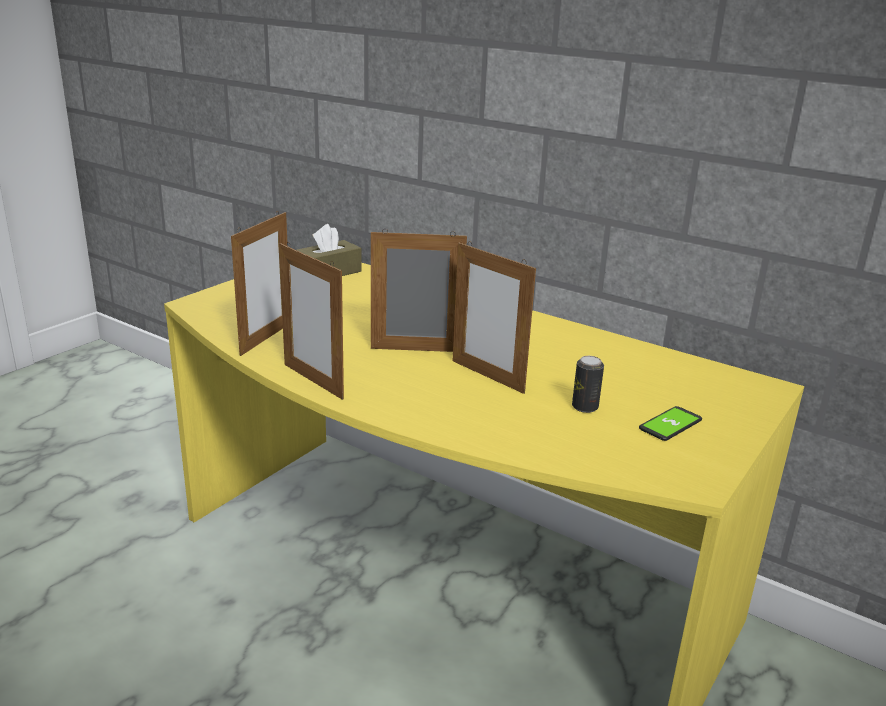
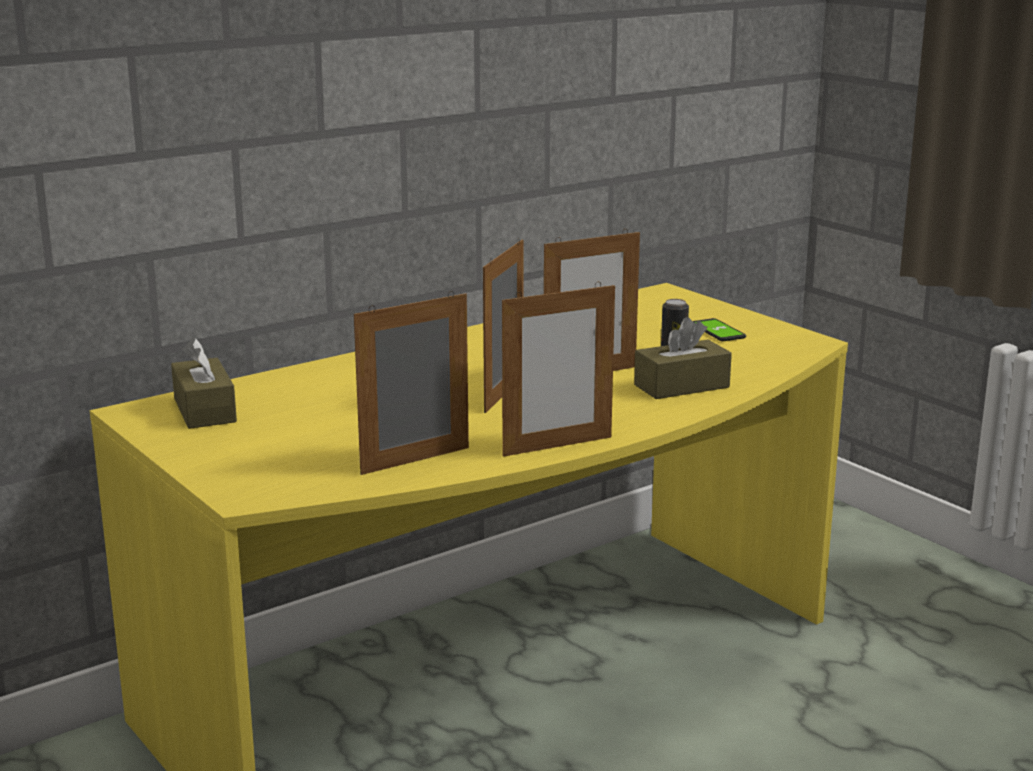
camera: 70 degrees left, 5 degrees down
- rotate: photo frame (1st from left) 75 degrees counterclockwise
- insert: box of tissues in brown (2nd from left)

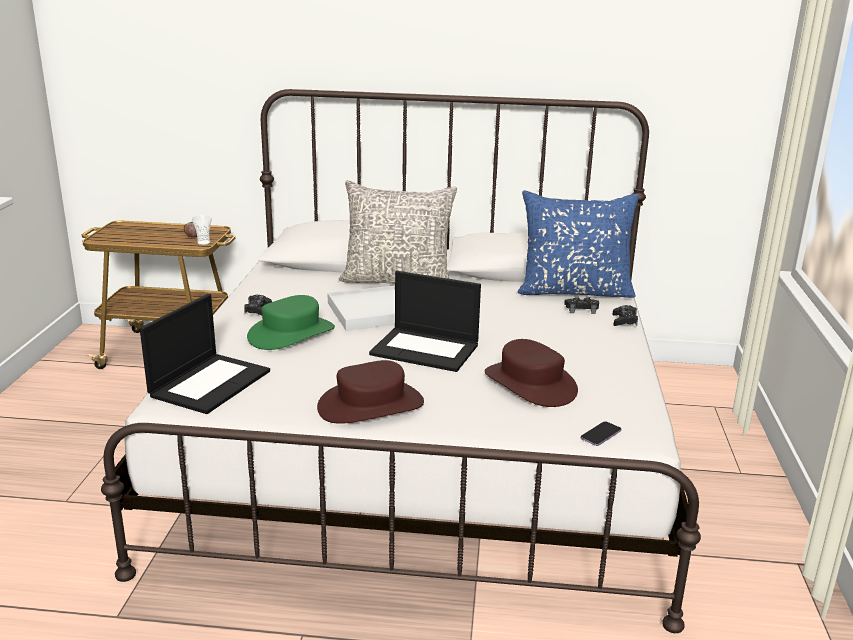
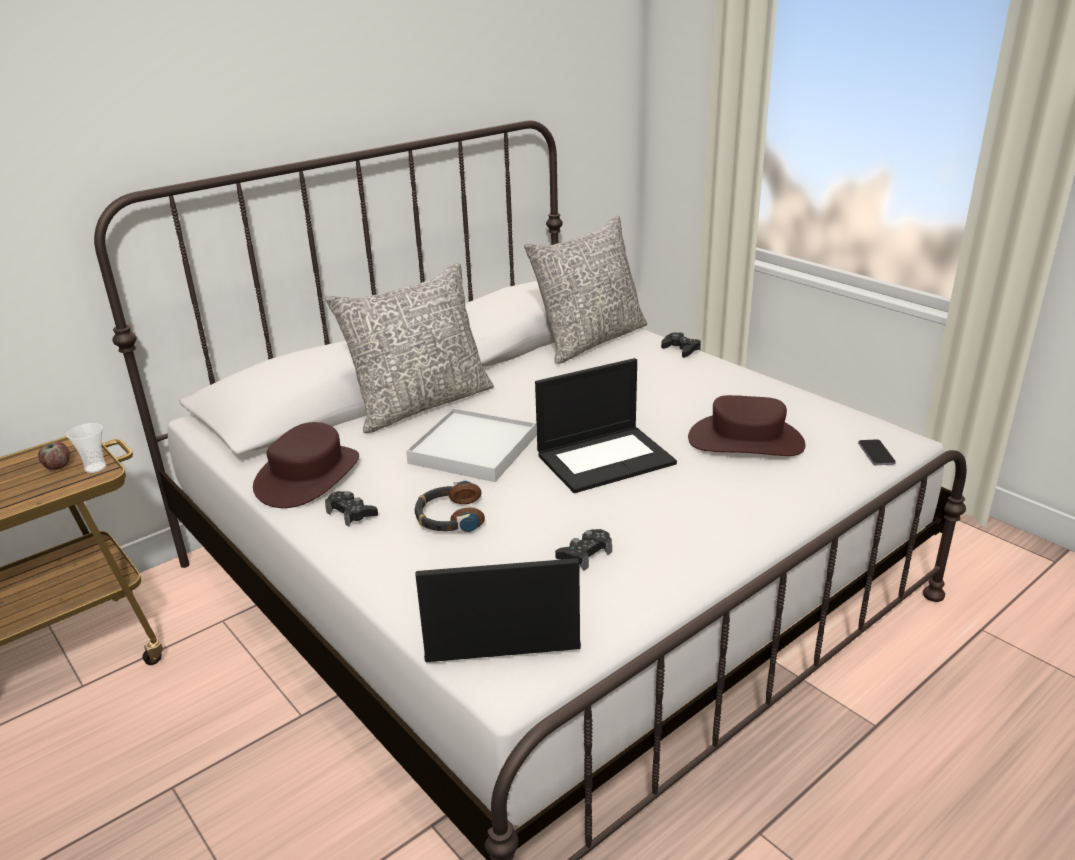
camera: 45 degrees left, 5 degrees up
- rotate: notebook computer (1st from left) 75 degrees counterclockwise
- replace: clothing hat in green to headset
- move: clothing hat in brown (1st from left)
- recolor: pillow in blue to pillow in grey (2nd from left)
- move: game controller in black (2nd from left)

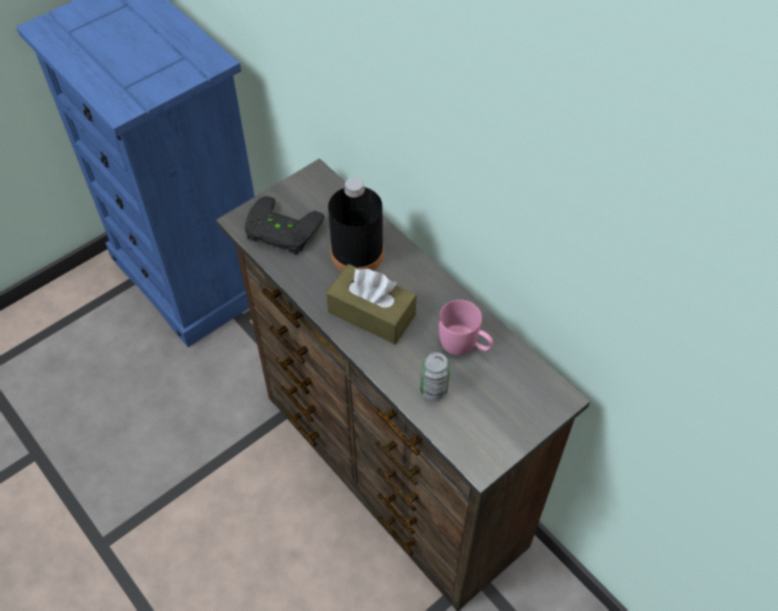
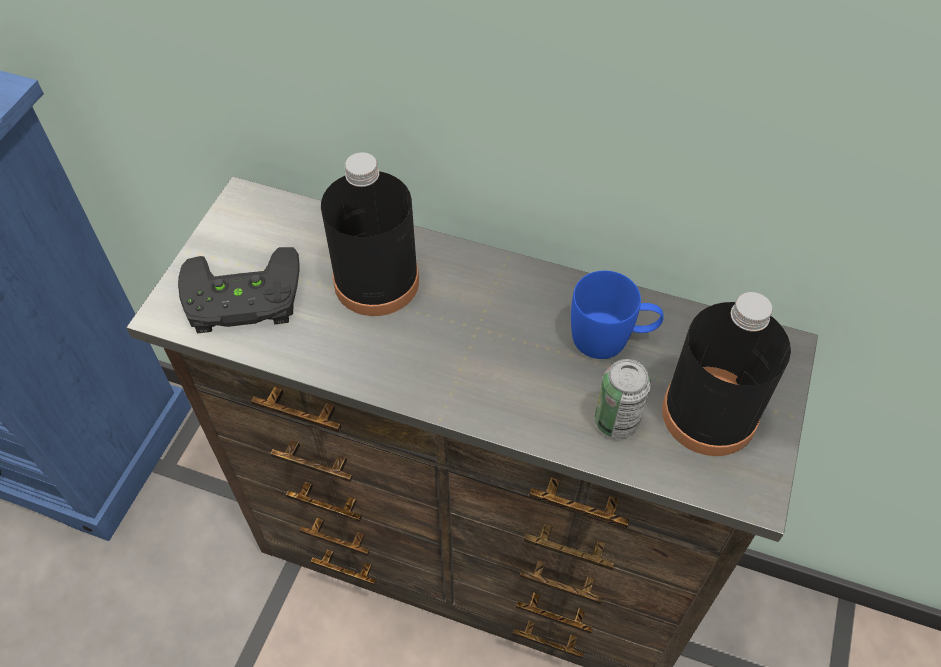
camera: 30 degrees left, 0 degrees up
- delete: box of tissues in brown
- recolor: coffee mug in pink to coffee mug in blue
- insert: bottle in black (2nd from left)

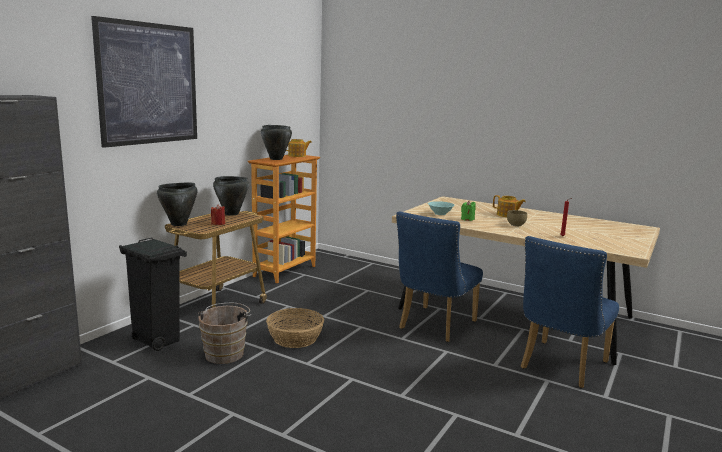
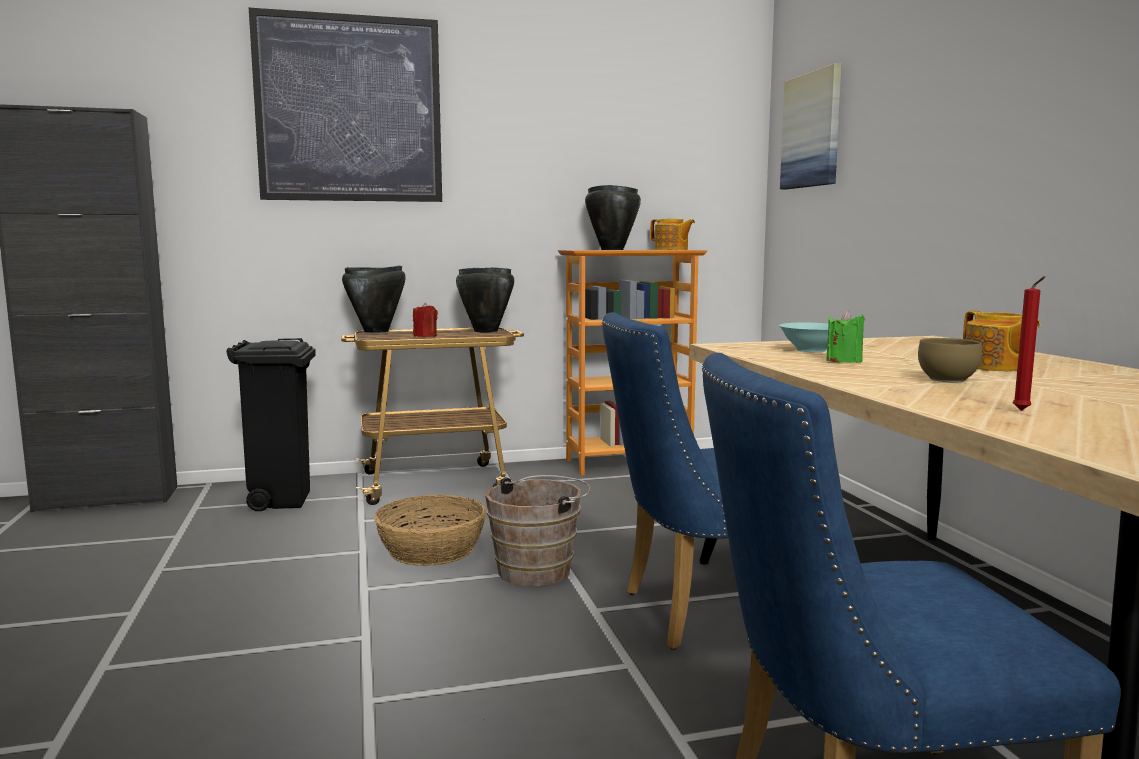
camera: 45 degrees right, 5 degrees down
- move: bucket in brown
- insert: wall art (2nd from left)

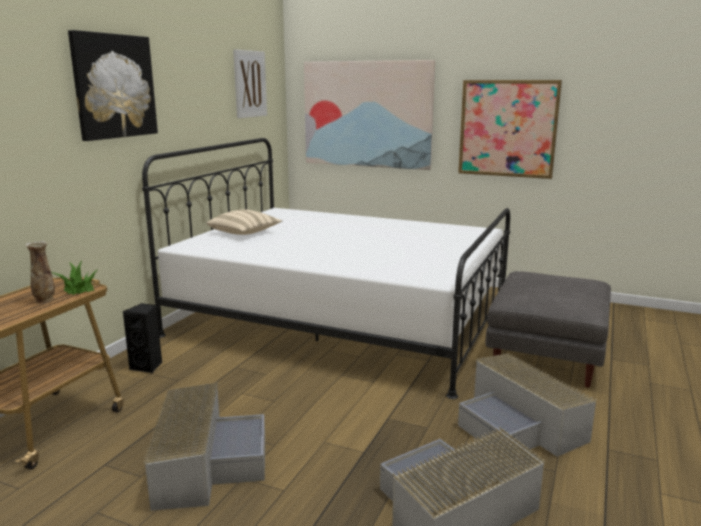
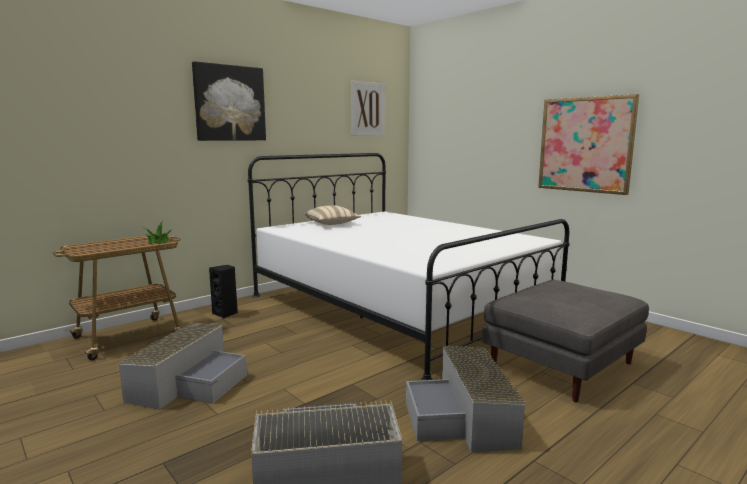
camera: 25 degrees right, 5 degrees down
- delete: vase
- delete: wall art (3rd from left)

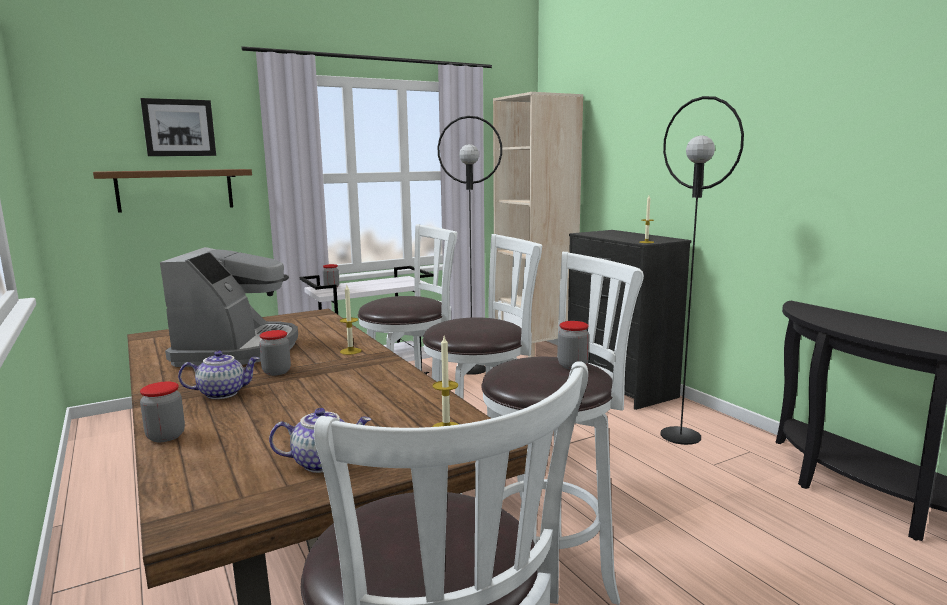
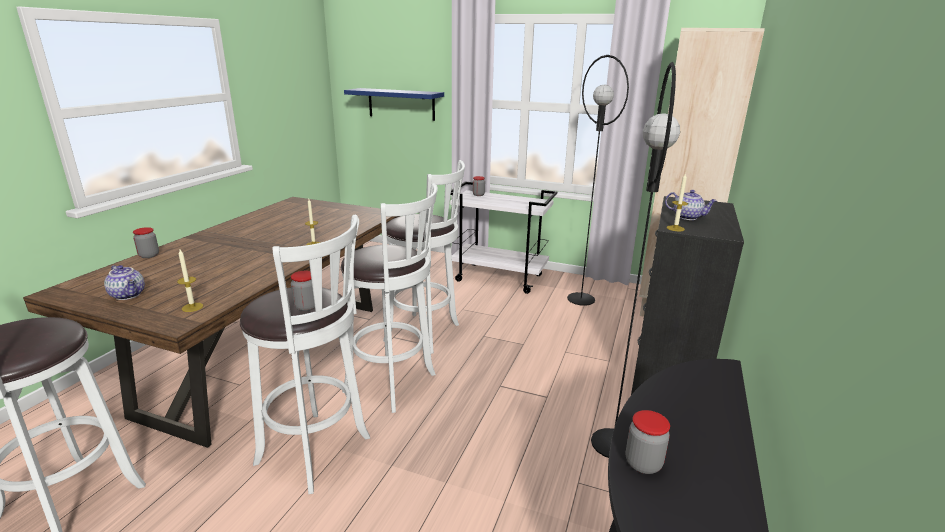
camera: 50 degrees right, 10 degrees up
- recolor: wall shelf in brown to wall shelf in blue
- delete: wall art
- delete: coffee maker
- move: tea pot (1st from left in the first image) to tea pot (2nd from left)
- move: jar (2nd from left in the first image) to jar (4th from left)

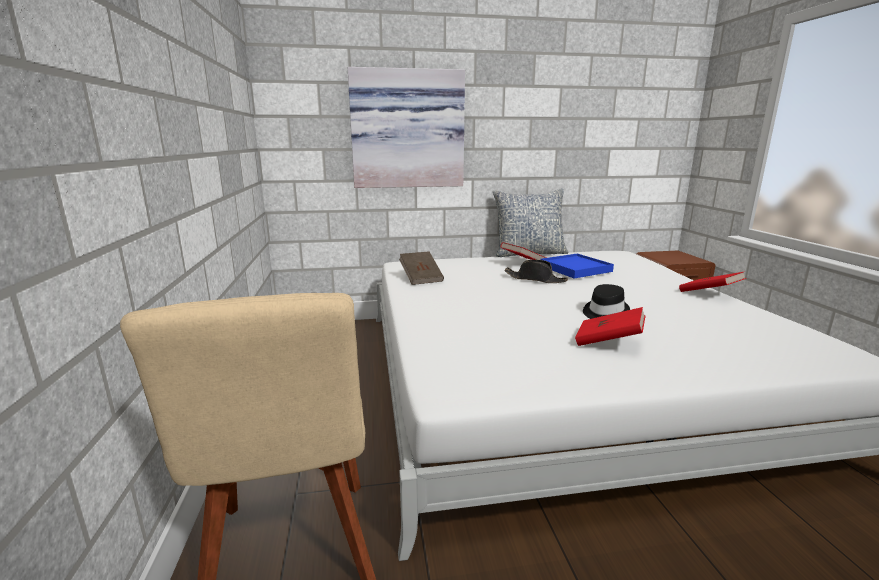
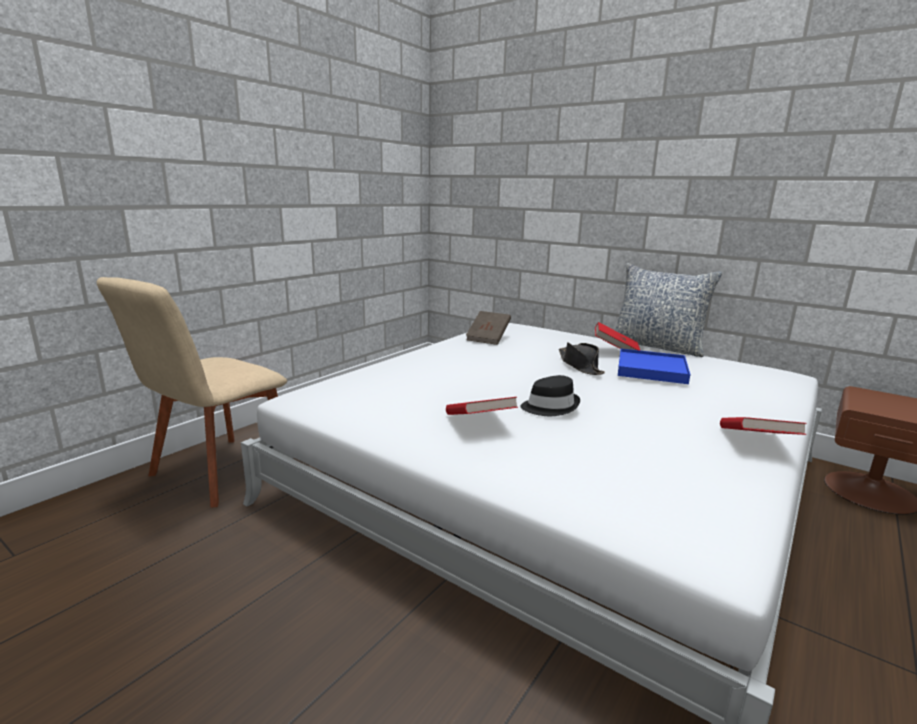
camera: 45 degrees right, 0 degrees up
- delete: wall art

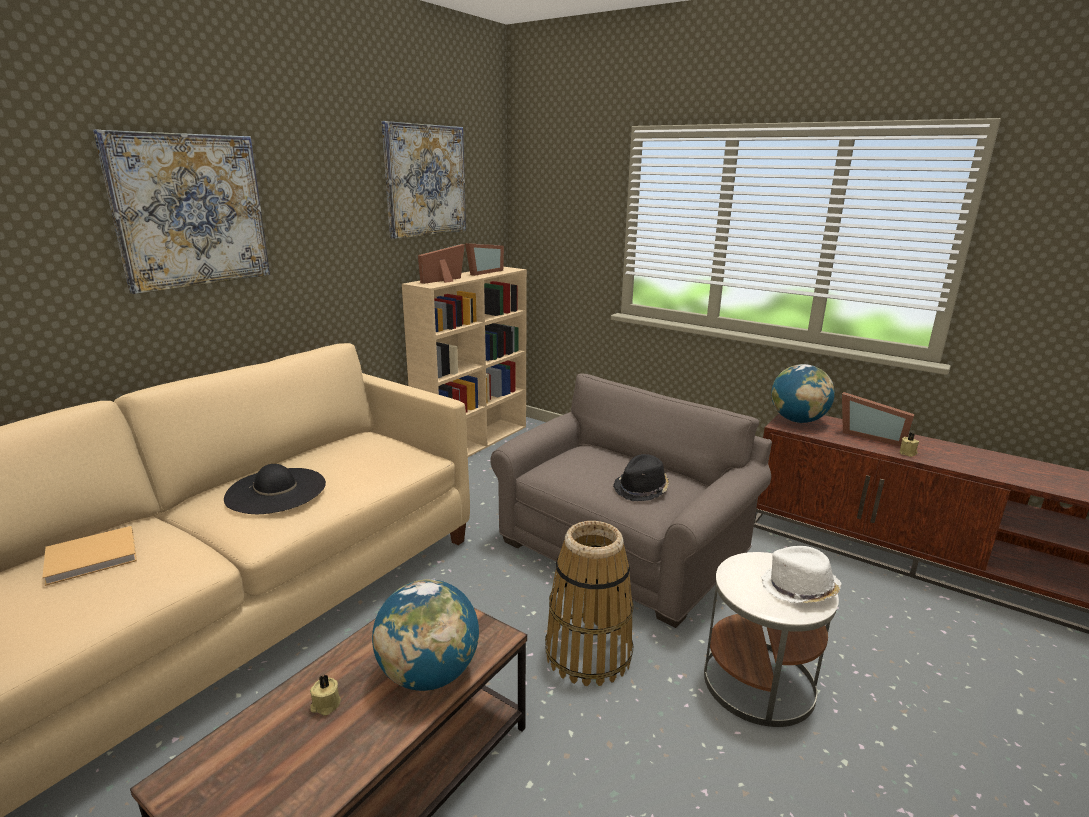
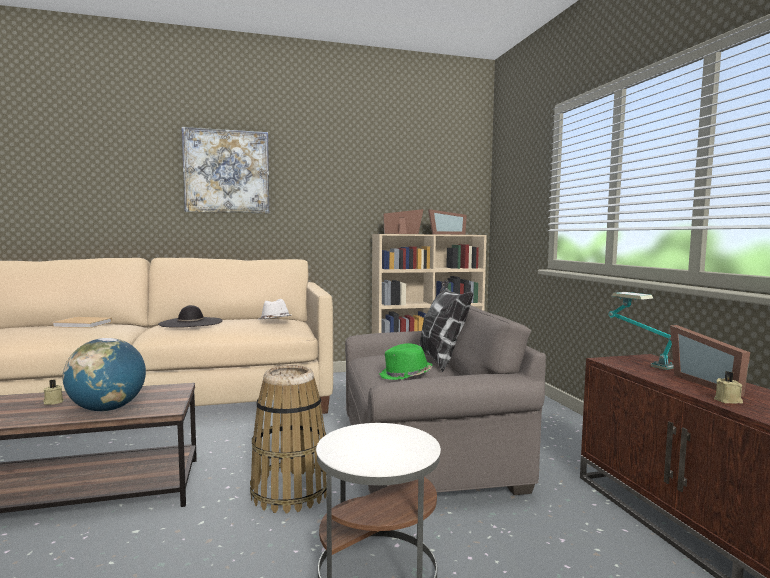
camera: 40 degrees right, 15 degrees down
- delete: wall art (2nd from left)
- recolor: clothing hat in black (2nd from left) to clothing hat in green
- move: clothing hat in white-coloured
- replace: globe (2nd from left) to tabletop lamp
- insert: pillow

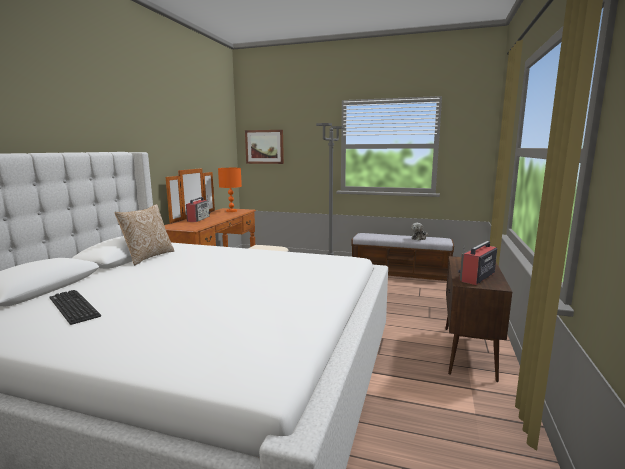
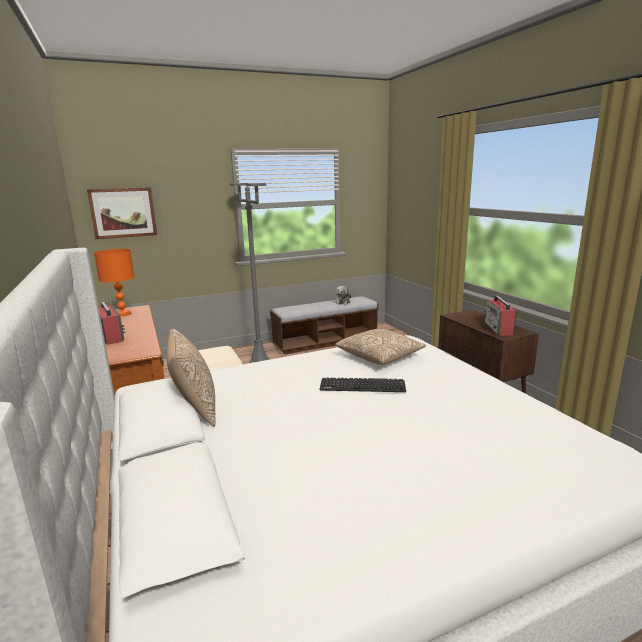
camera: 40 degrees left, 5 degrees up
- move: PC keyboard
- insert: pillow (2nd from left)

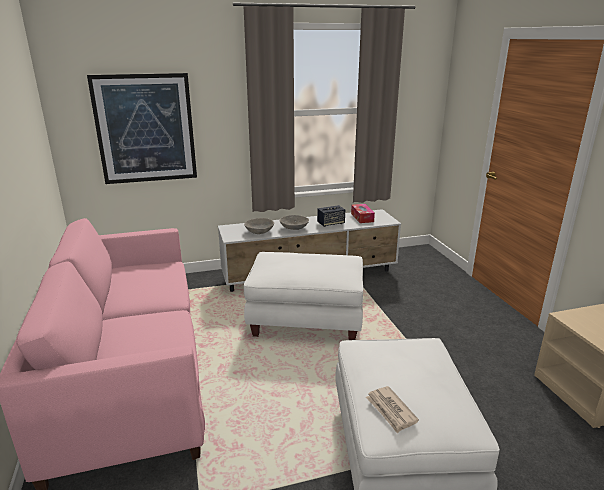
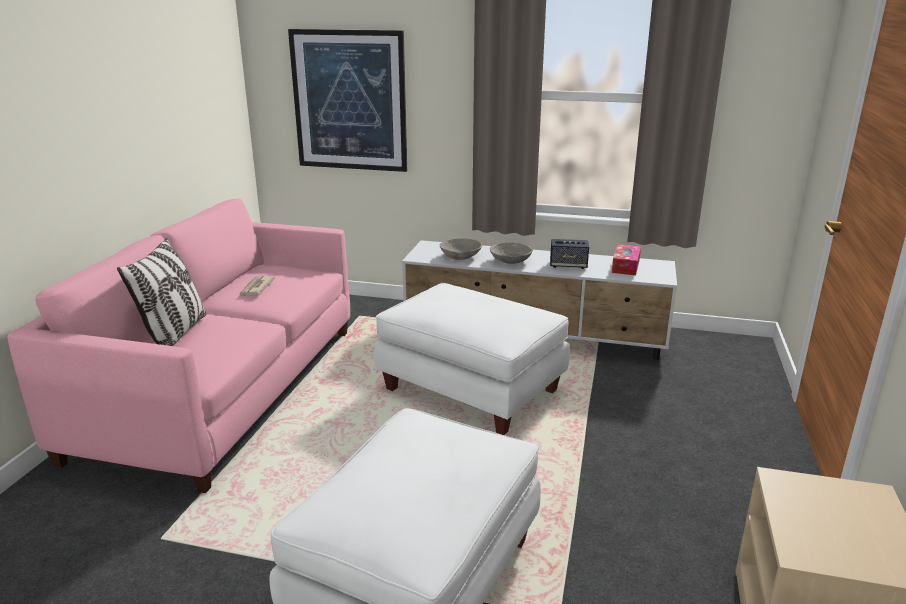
camera: 30 degrees right, 0 degrees up
- move: daily paper
- insert: pillow

